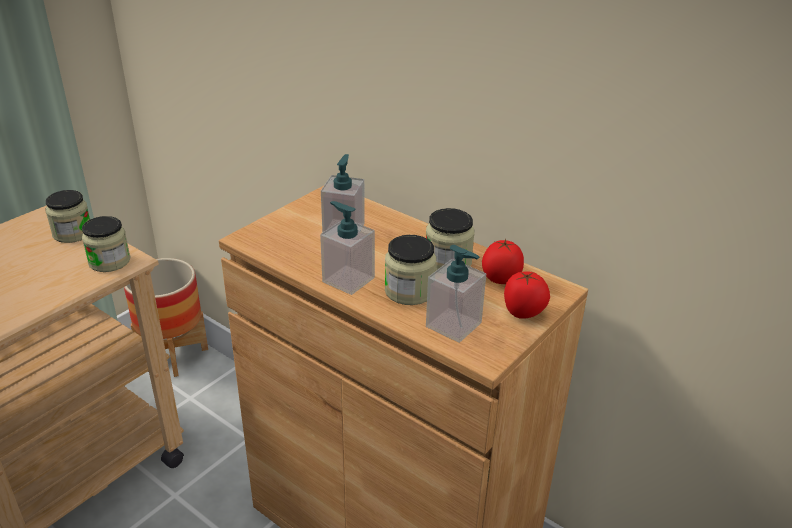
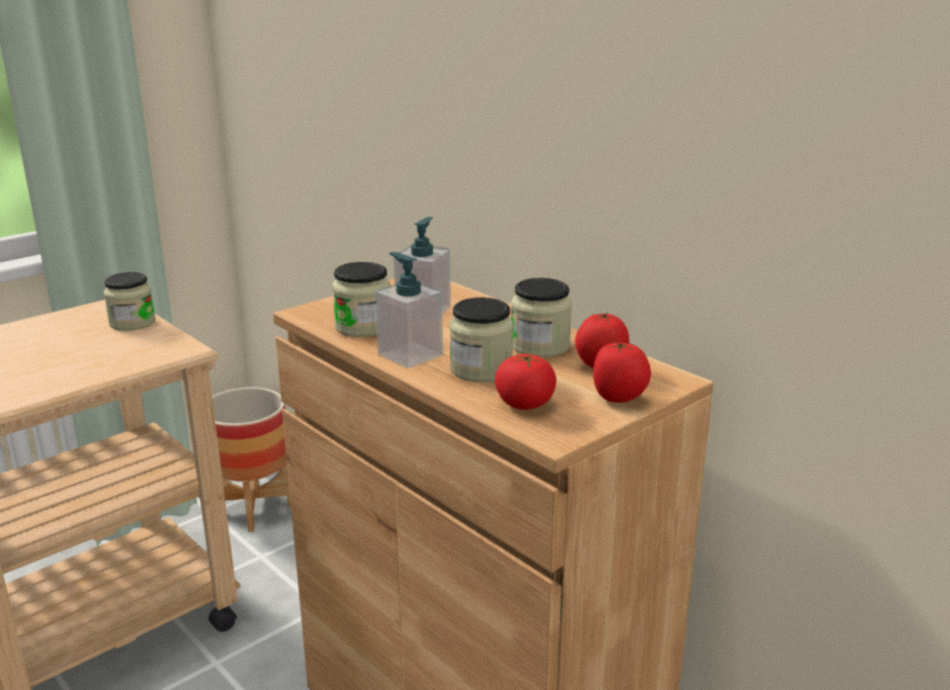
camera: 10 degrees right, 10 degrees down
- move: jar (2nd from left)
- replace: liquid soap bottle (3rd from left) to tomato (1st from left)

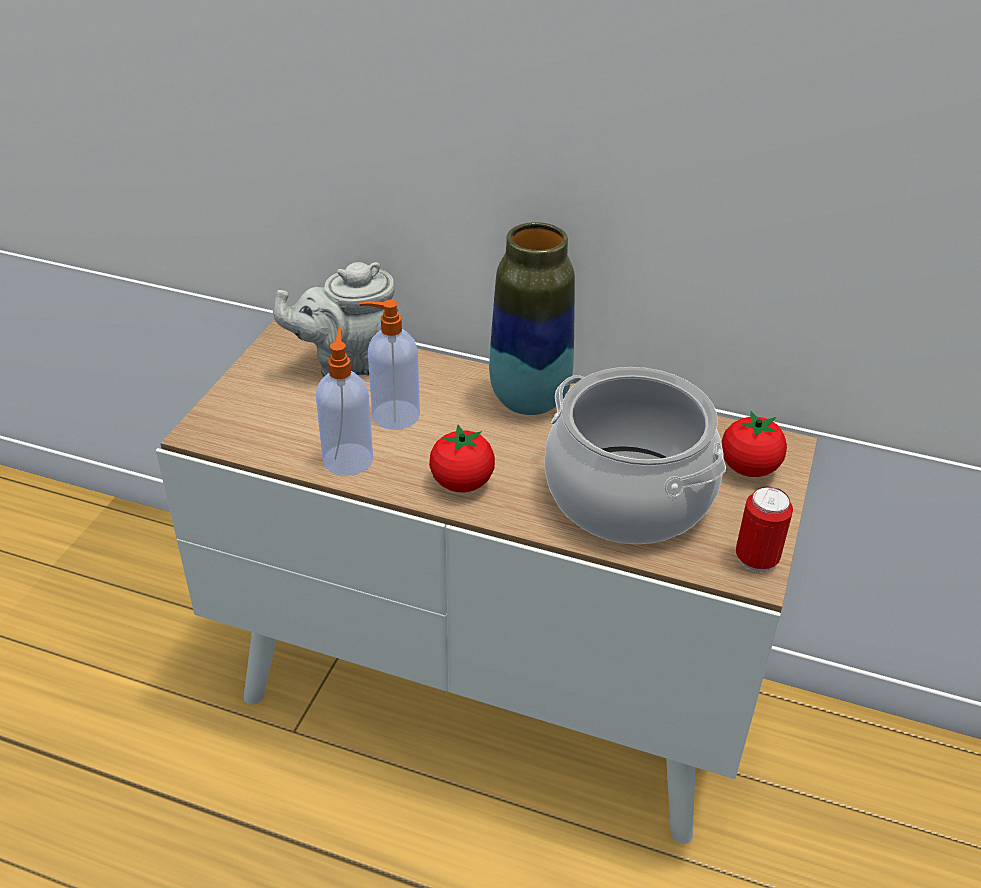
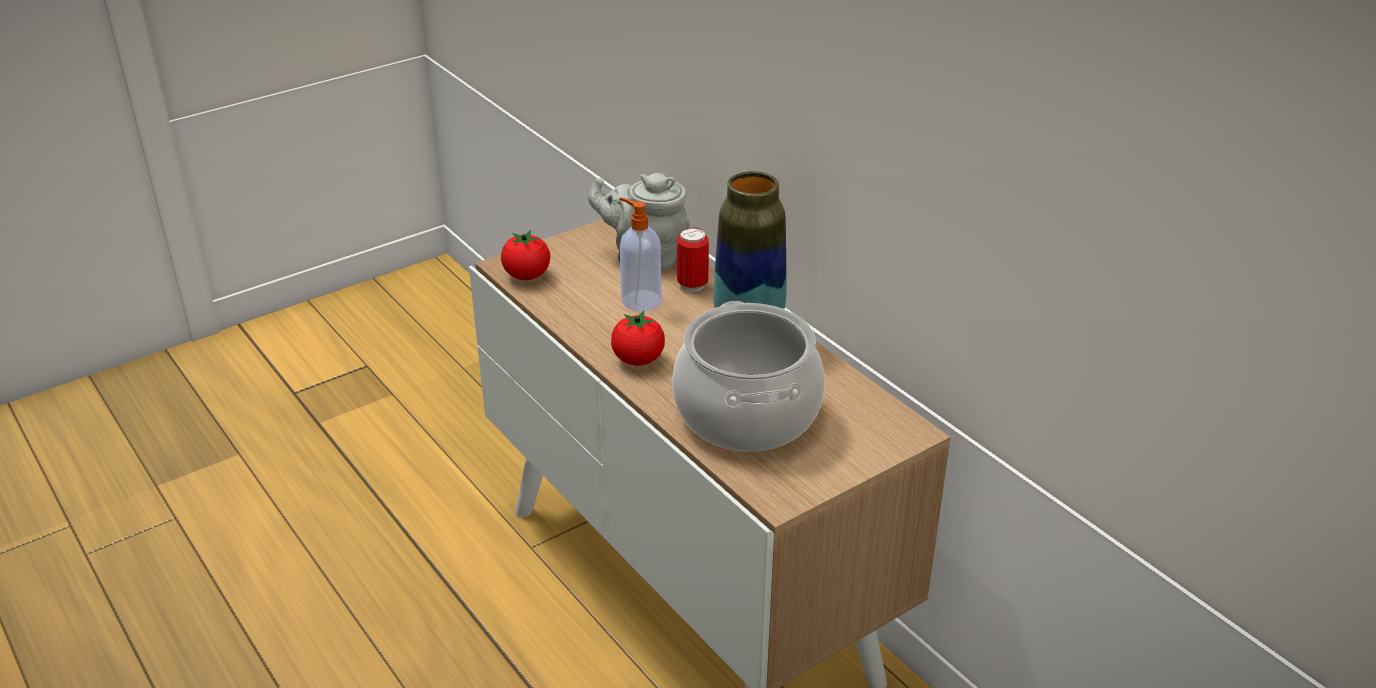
camera: 35 degrees right, 5 degrees down
- delete: liquid soap bottle (1st from left)
- move: tomato (2nd from left in the first image) to tomato (1st from left)
- move: metal can

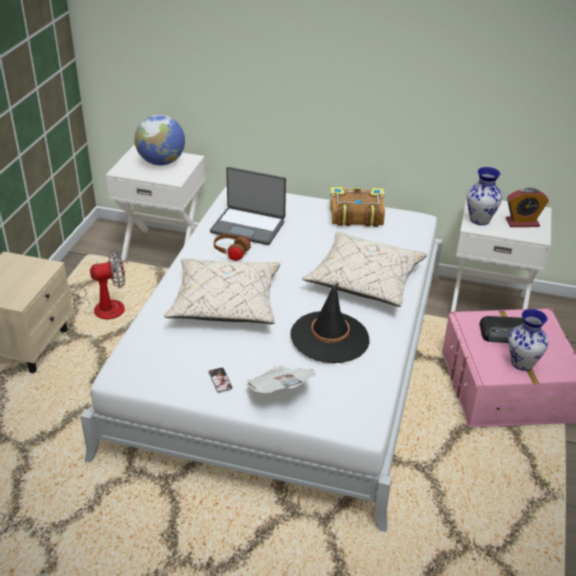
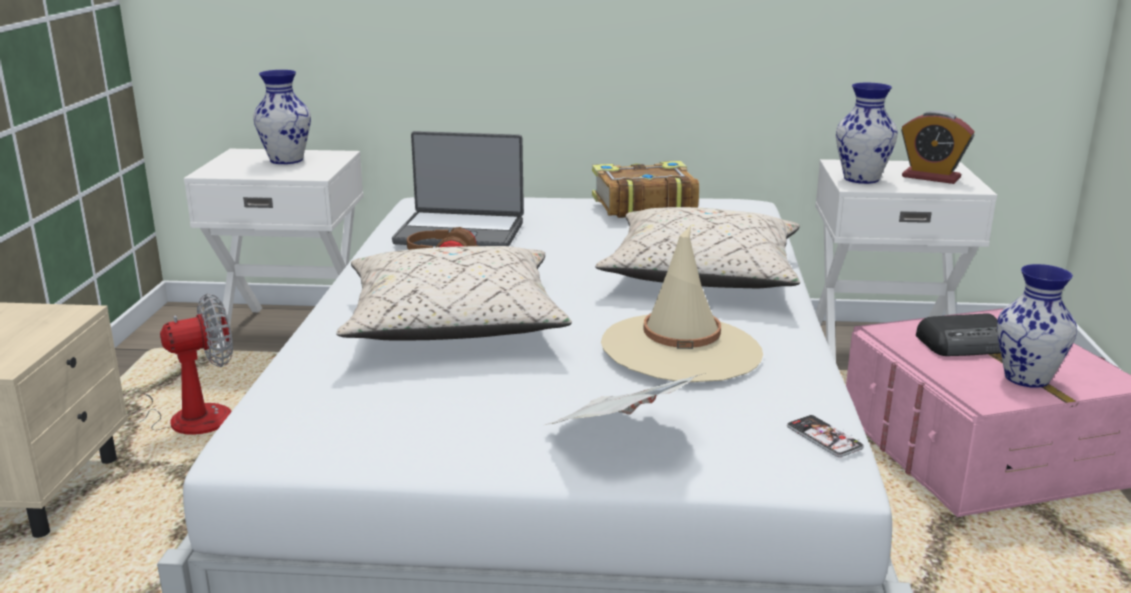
camera: 10 degrees left, 15 degrees down
- replace: globe to vase (1st from left)
- move: phone
- recolor: clothing hat in black to clothing hat in sand-coloured
- rotate: bedside clock 45 degrees clockwise

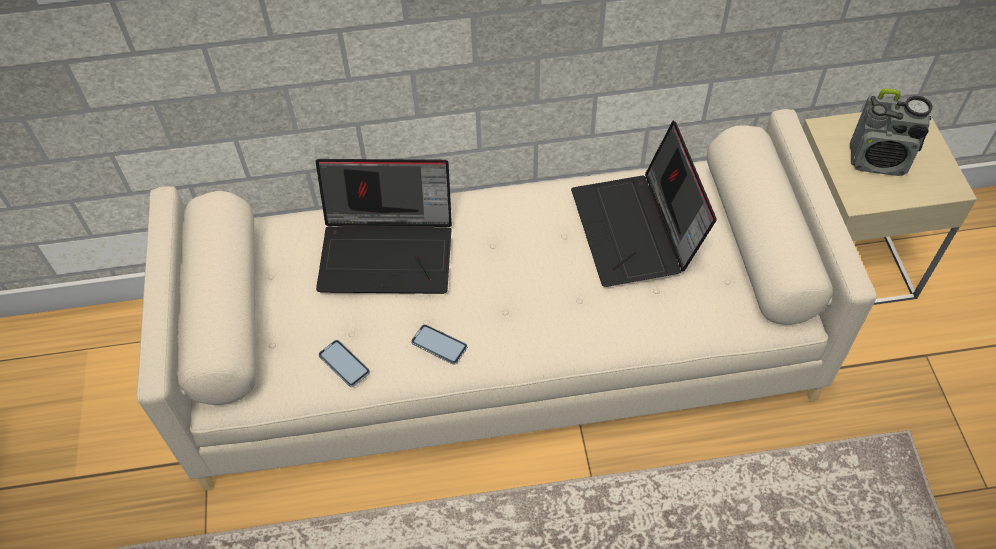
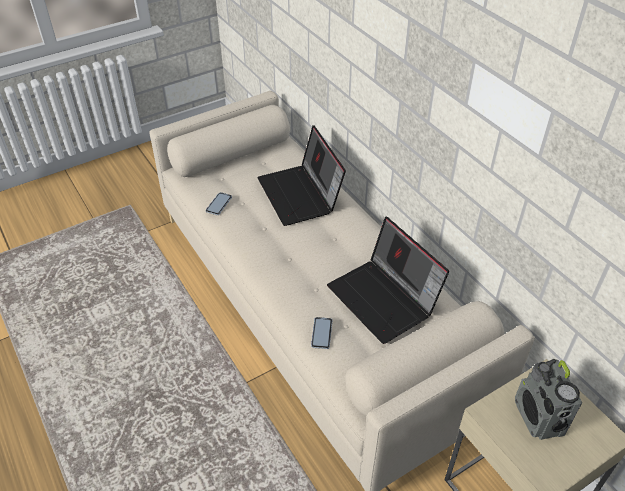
camera: 65 degrees right, 10 degrees down
- move: phone (2nd from left)
- rotate: notebook computer (2nd from left) 90 degrees counterclockwise

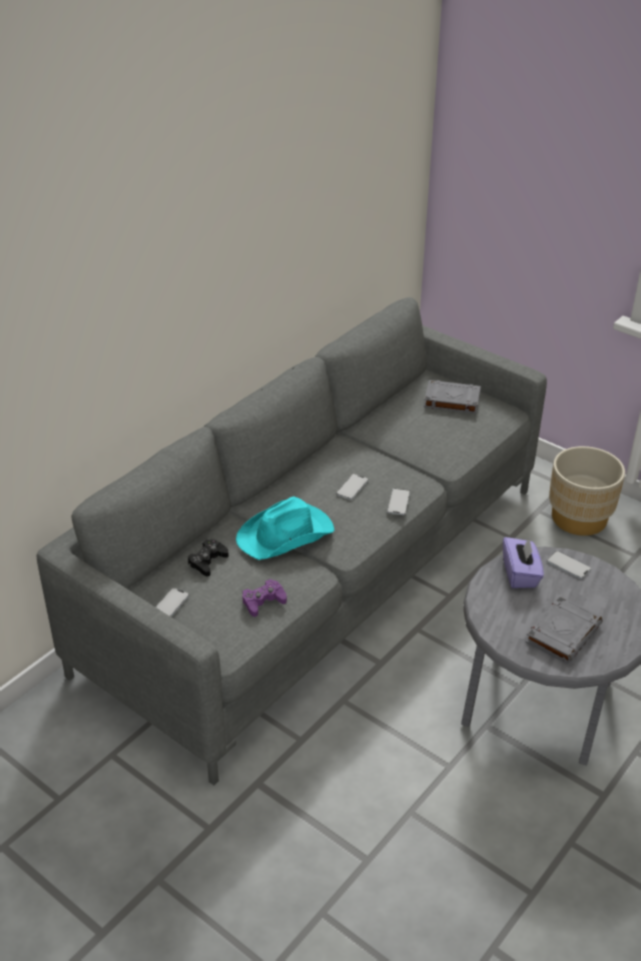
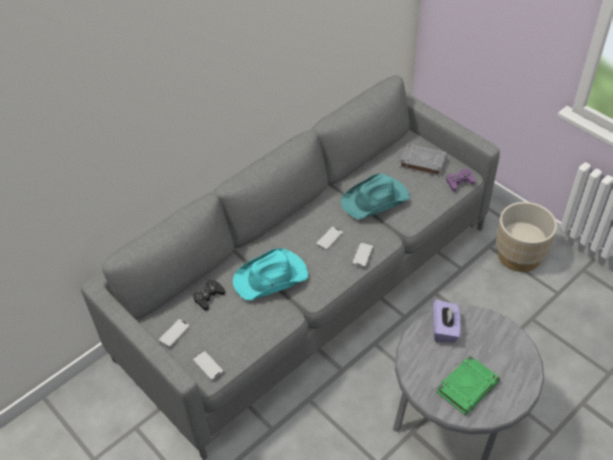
camera: 10 degrees right, 10 degrees up
- move: game controller in purplish
- recolor: book in grey (2nd from left) to book in green
- move: phone (4th from left in the first image) to phone (2nd from left)
- insert: clothing hat in blue-green (2nd from left)

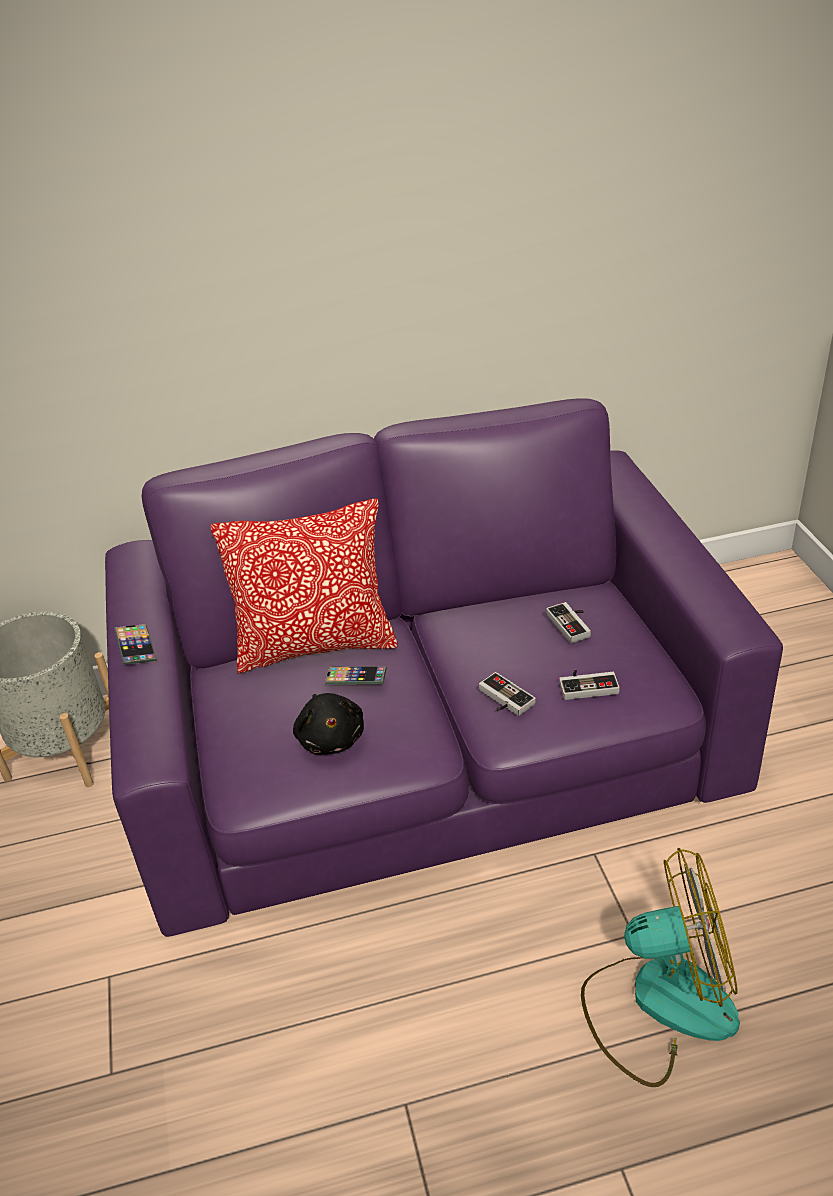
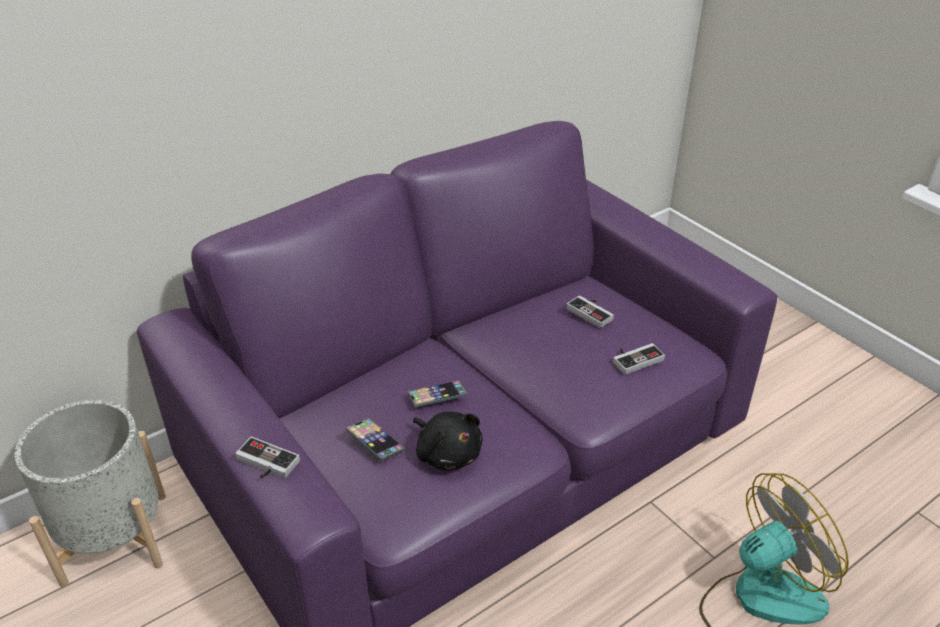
camera: 25 degrees left, 0 degrees up
- move: phone (1st from left)
- delete: pillow
- move: game controller (1st from left)

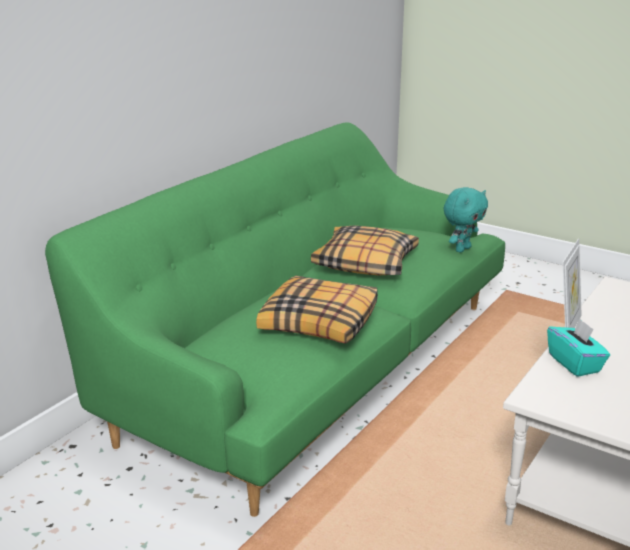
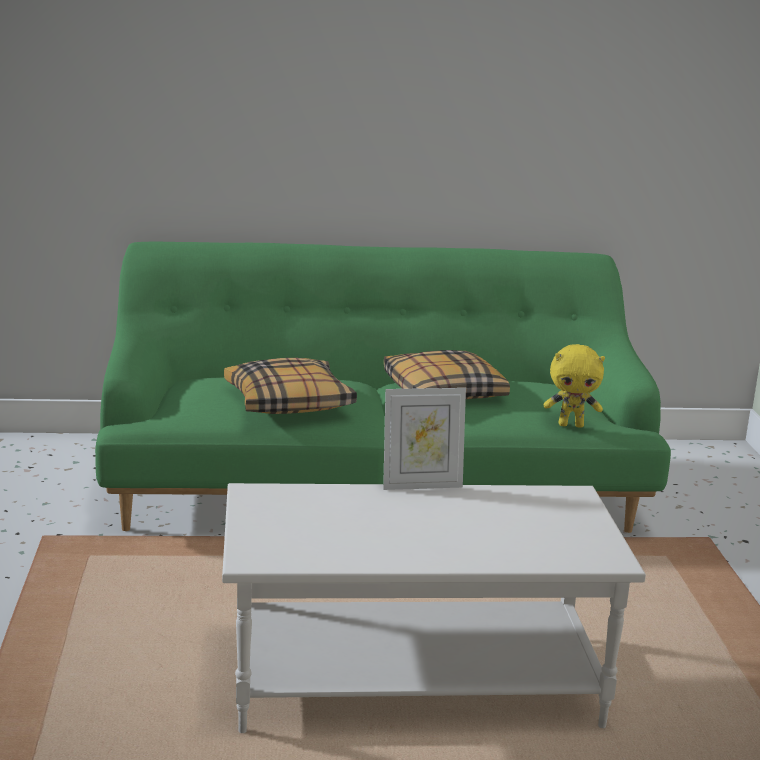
camera: 50 degrees right, 5 degrees down
- recolor: cuddly toy in blue-green to cuddly toy in yellow
- delete: box of tissues in blue-green

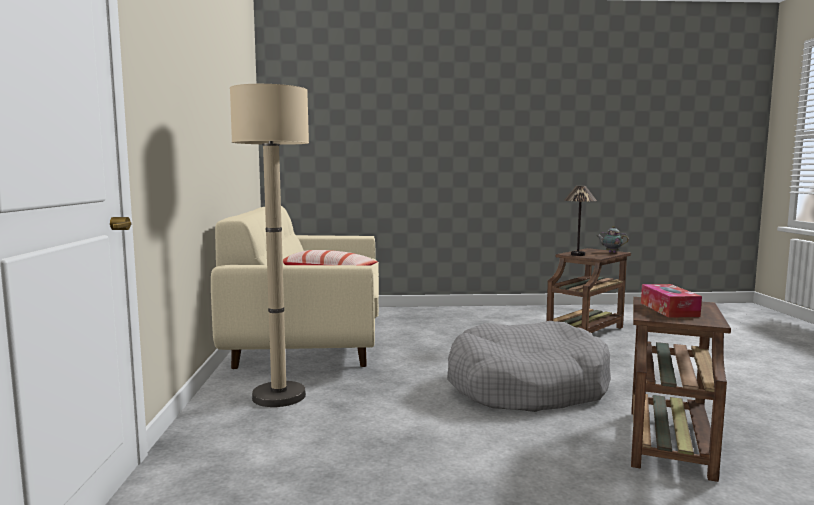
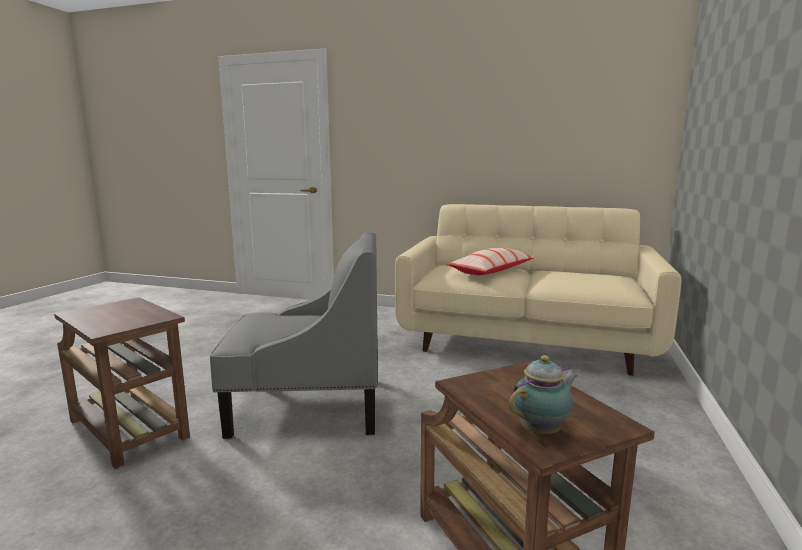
camera: 110 degrees right, 5 degrees up
- delete: standing lamp in sand-coloured
- replace: pet bed in grey to armchair in grey
- delete: tabletop lamp
- delete: box of tissues

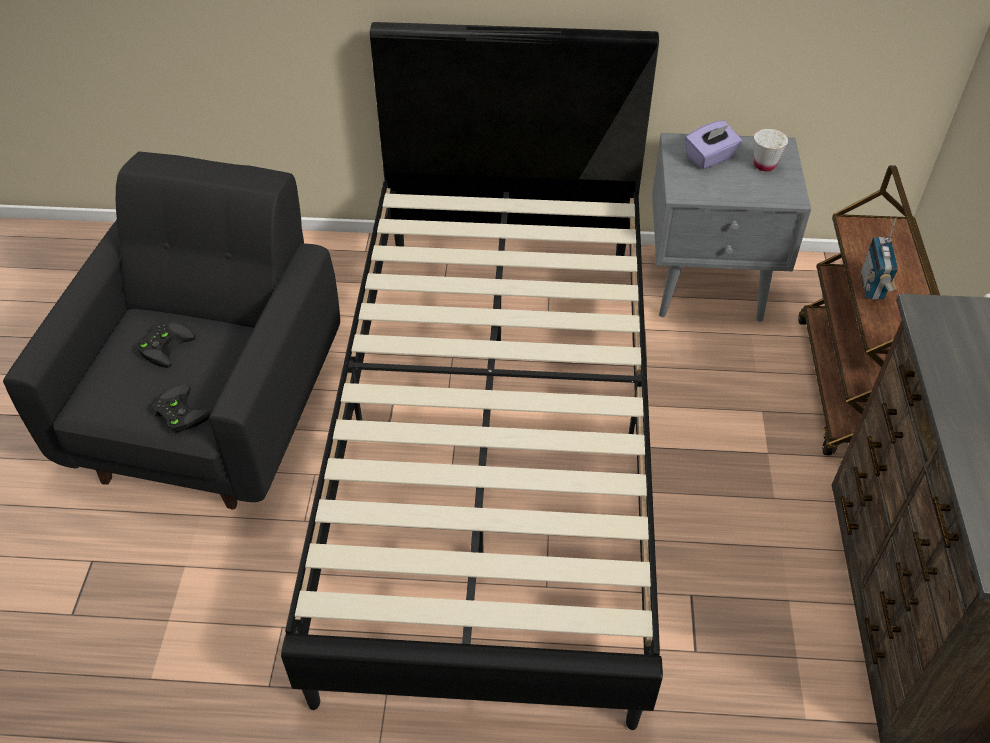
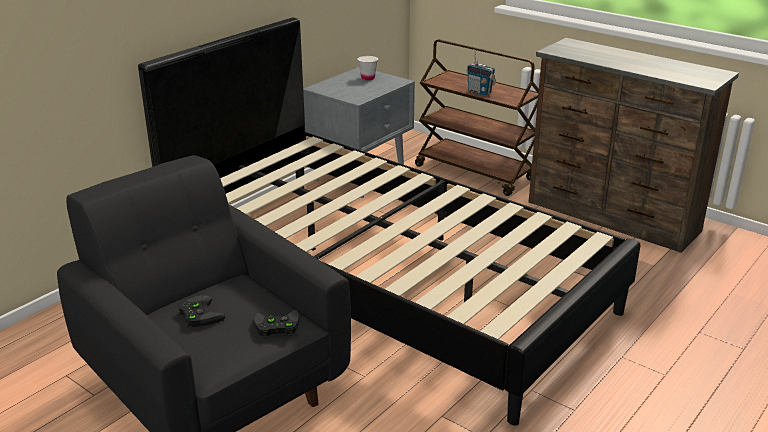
camera: 55 degrees left, 20 degrees down
- delete: box of tissues in purplish

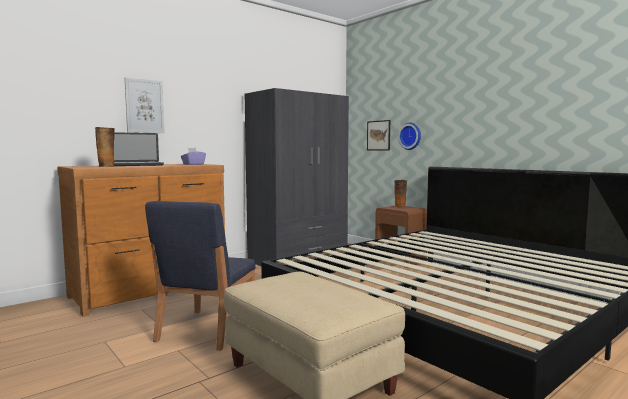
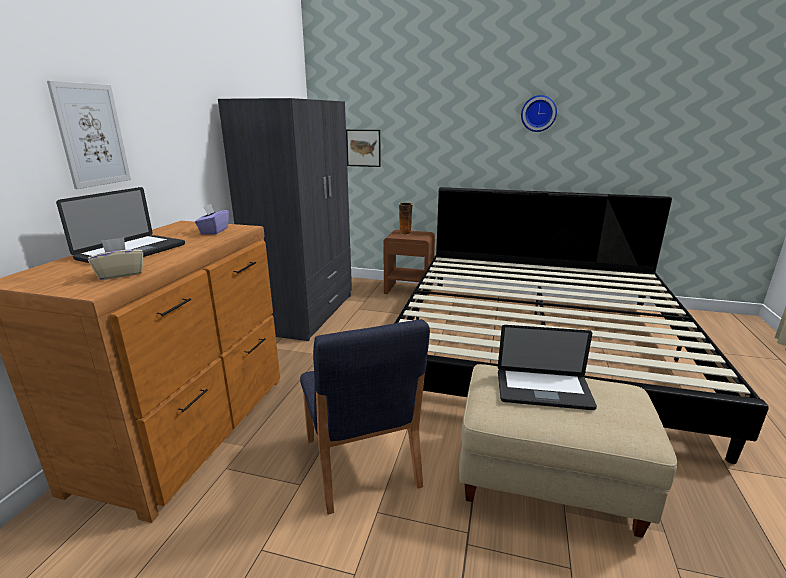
camera: 35 degrees left, 15 degrees up
- replace: vase (1st from left) to box of tissues in sand-coloured
- move: clock on the wall
- insert: notebook computer (2nd from left)

